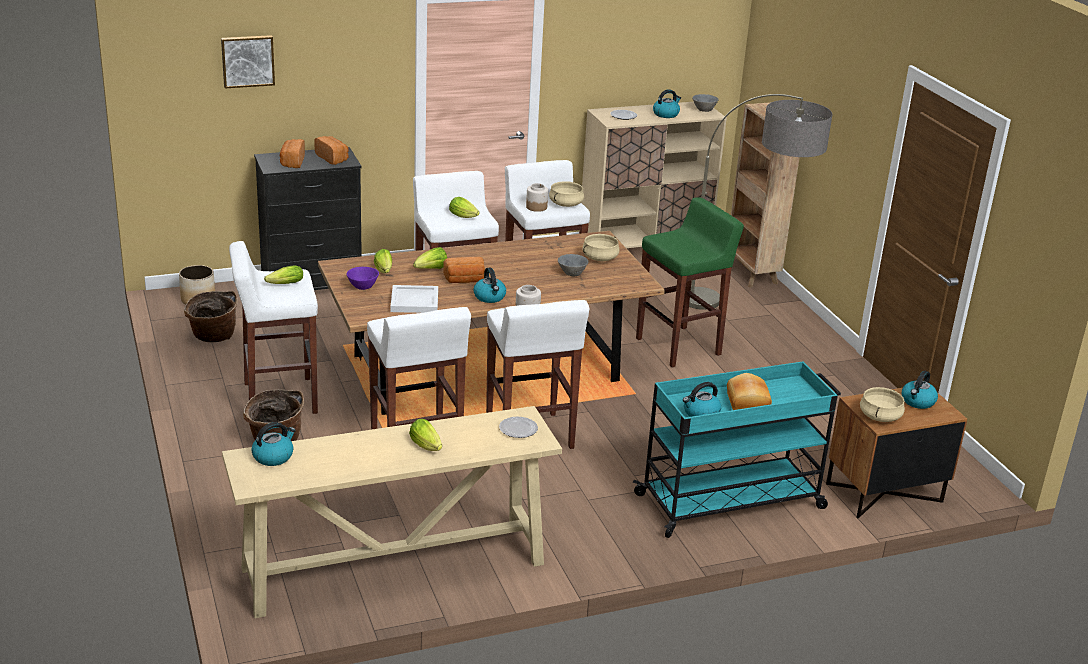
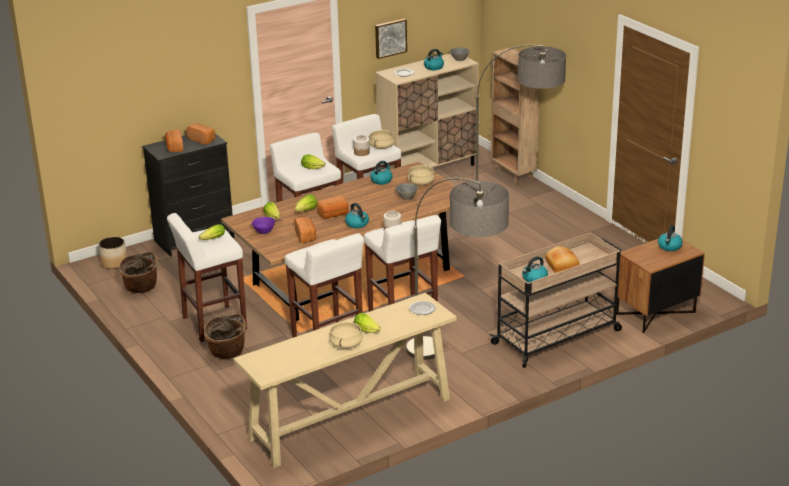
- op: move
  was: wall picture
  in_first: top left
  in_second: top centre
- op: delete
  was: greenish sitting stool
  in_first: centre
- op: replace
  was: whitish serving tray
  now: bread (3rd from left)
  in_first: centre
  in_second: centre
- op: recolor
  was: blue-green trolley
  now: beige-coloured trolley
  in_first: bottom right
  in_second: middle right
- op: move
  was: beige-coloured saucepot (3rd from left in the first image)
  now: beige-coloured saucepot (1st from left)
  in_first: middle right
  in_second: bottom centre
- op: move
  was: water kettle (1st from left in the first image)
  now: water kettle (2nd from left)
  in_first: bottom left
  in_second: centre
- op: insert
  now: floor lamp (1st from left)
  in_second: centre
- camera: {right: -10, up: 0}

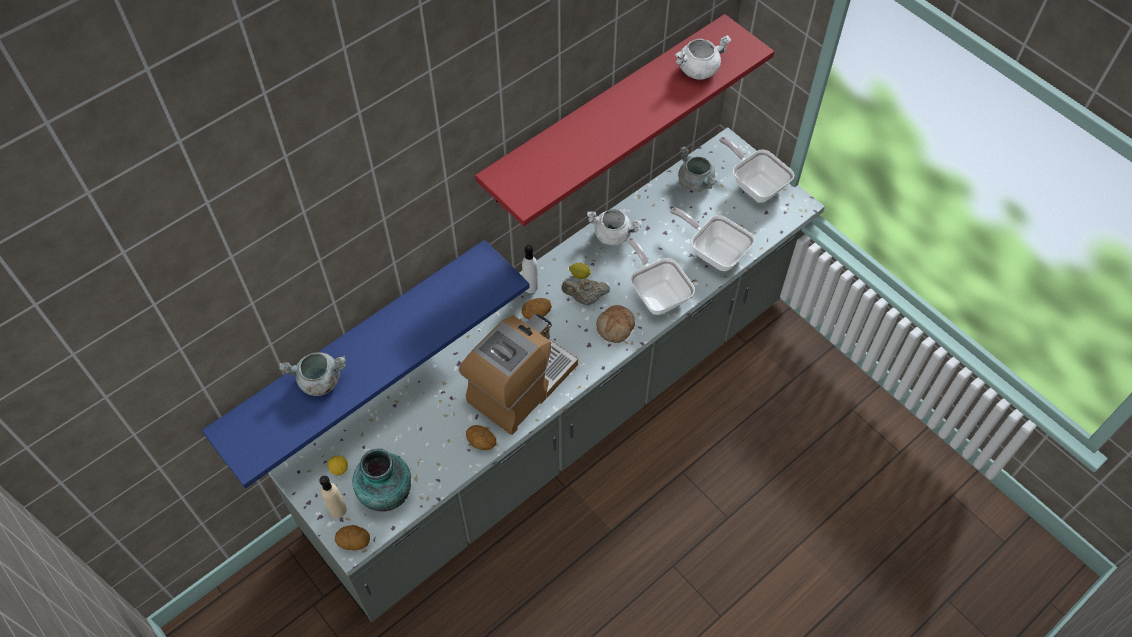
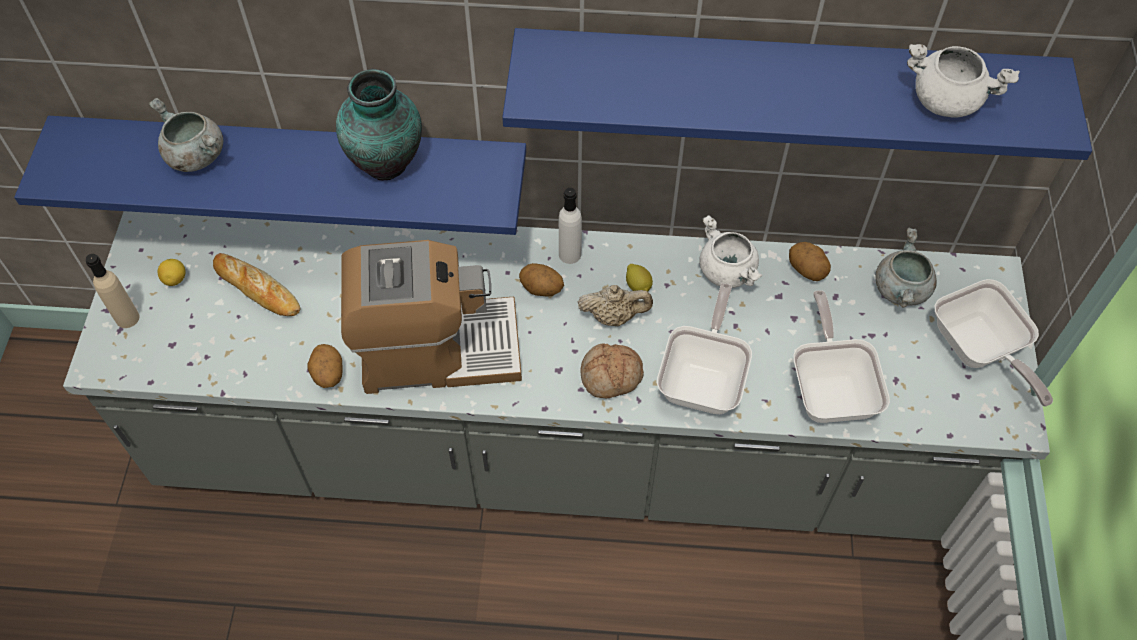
- op: recolor
  was: red bracket shelf
  now: blue bracket shelf (2nd from left)
  in_first: top centre
  in_second: top right
- op: rotate
  was: skillet (3rd from left)
  in_first: top right
  in_second: middle right
  clockwise: 150
- op: rotate
  was: beige-coloured tea pot
  in_first: centre
  in_second: centre
  clockwise: 135
- op: move
  was: vase
  in_first: bottom centre
  in_second: top centre
- op: move
  was: whole potato (1st from left in the first image)
  now: whole potato (3rd from left)
  in_first: bottom left
  in_second: middle right
- op: insert
  now: bread (1st from left)
  in_second: middle left
- camera: {right: 45, up: 0}

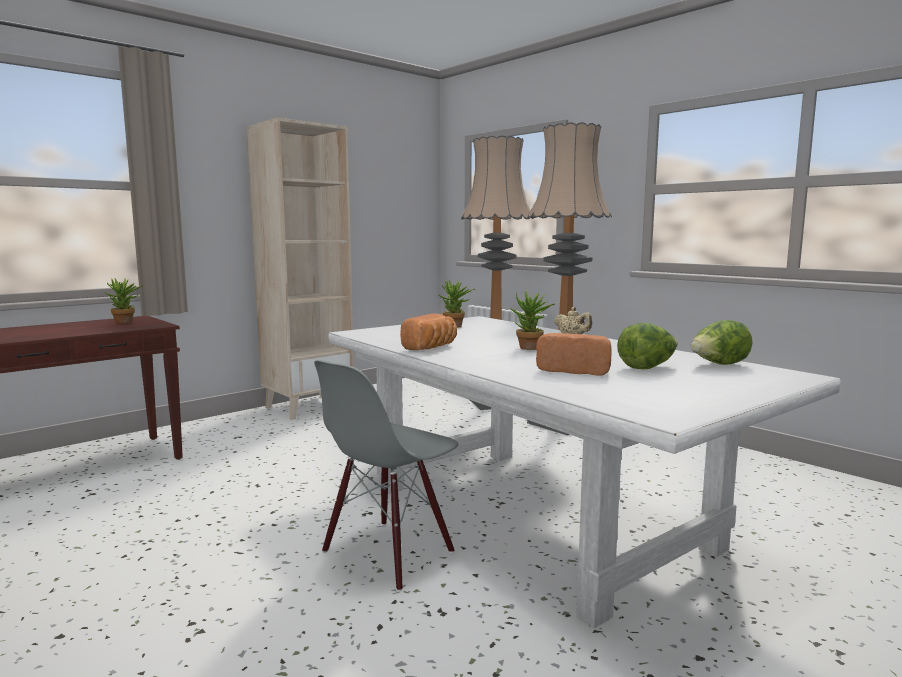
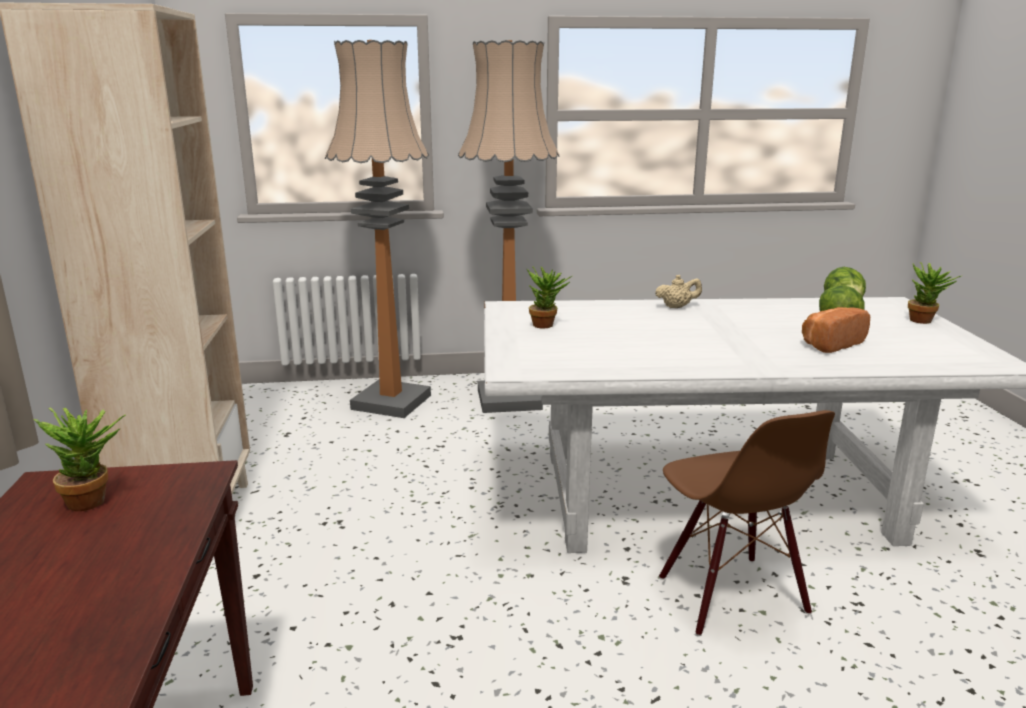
- op: move
  was: potted plant (3rd from left)
  in_first: centre
  in_second: middle right
- op: delete
  was: bread (1st from left)
  in_first: centre
- op: recolor
  was: gray plain chair
  now: brownish plain chair
  in_first: bottom centre
  in_second: bottom right
- camera: {right: -55, up: 10}

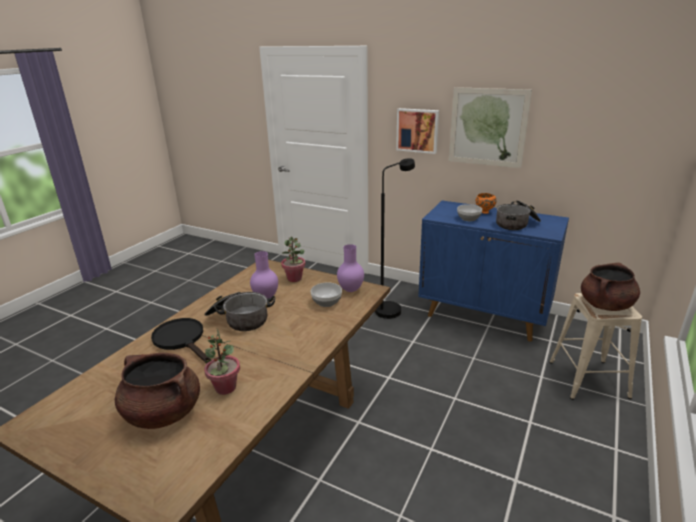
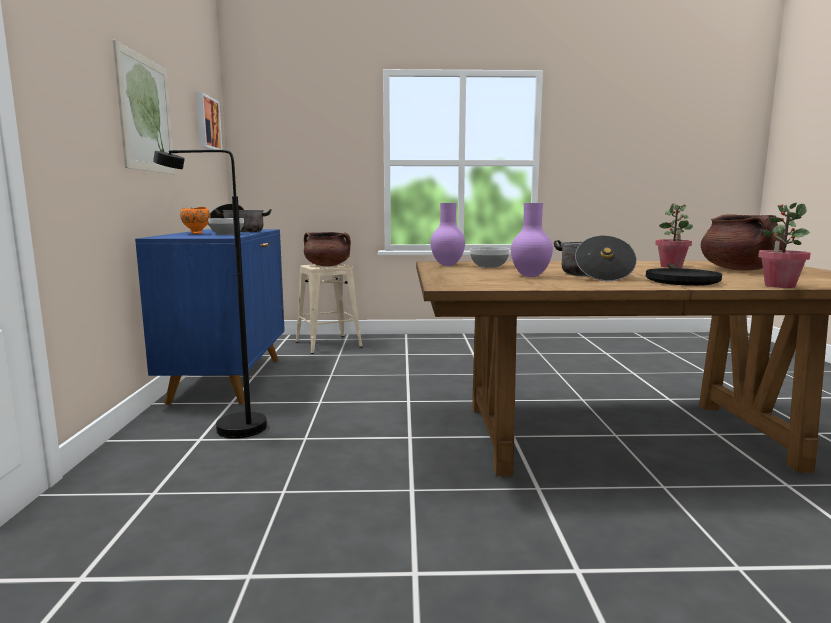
- op: move
  was: wall picture (1st from left in the first image)
  now: wall picture (2nd from left)
  in_first: top centre
  in_second: top left
- op: move
  was: potted plant (2nd from left)
  in_first: centre
  in_second: middle right
- camera: {right: -120, up: -15}

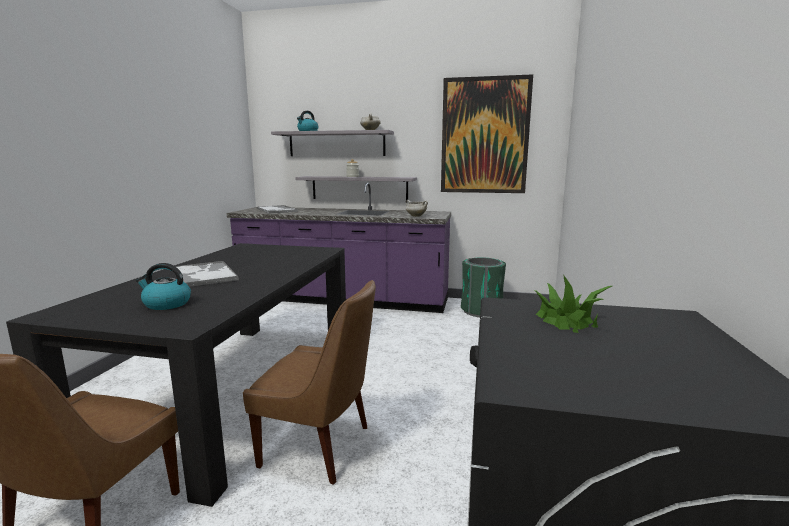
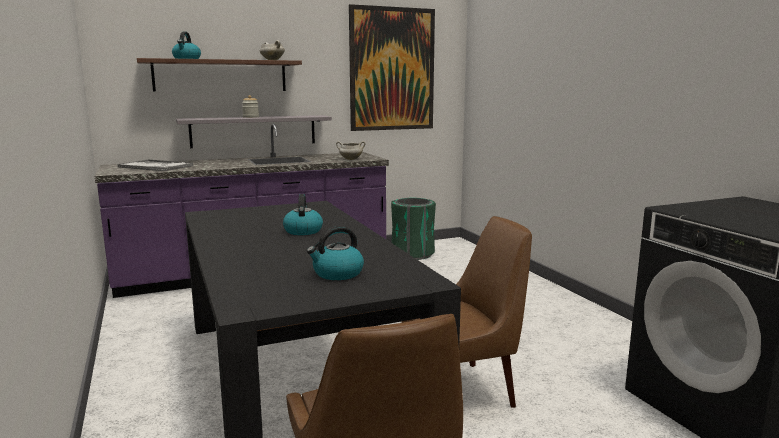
- op: recolor
  was: gray bracket shelf (1st from left)
  now: brownish bracket shelf
  in_first: top centre
  in_second: top left
- op: delete
  was: serving tray (1st from left)
  in_first: middle left
- op: delete
  was: potted plant
  in_first: middle right
- op: insert
  now: water kettle (2nd from left)
  in_second: centre
- camera: {right: -35, up: 0}

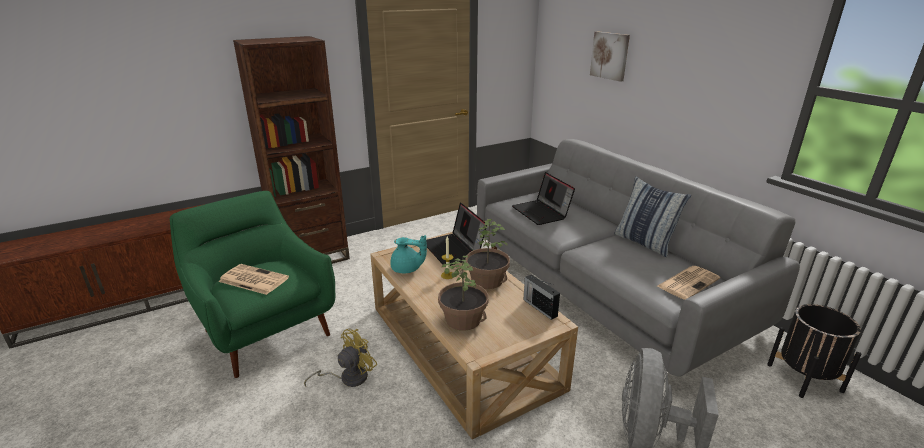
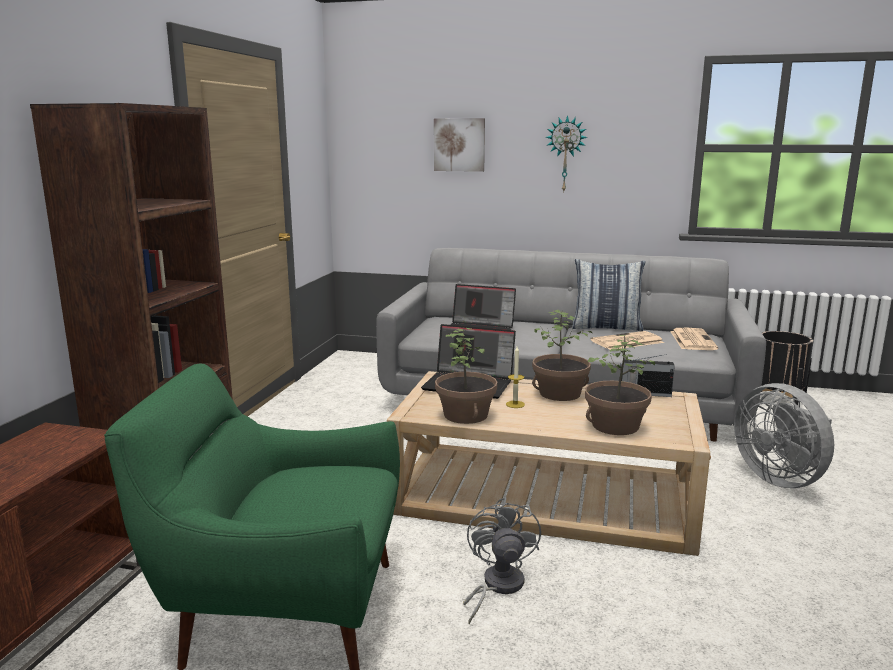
- op: replace
  was: blue-green tea pot
  now: potted plant (1st from left)
  in_first: centre
  in_second: centre
- op: move
  was: daily paper (1st from left)
  in_first: middle left
  in_second: middle right
- op: recolor
  was: yellowish electric fan
  now: gray electric fan (1st from left)
  in_first: bottom centre
  in_second: bottom centre
- op: insert
  now: wall clock
  in_second: top centre
- camera: {right: -45, up: -10}

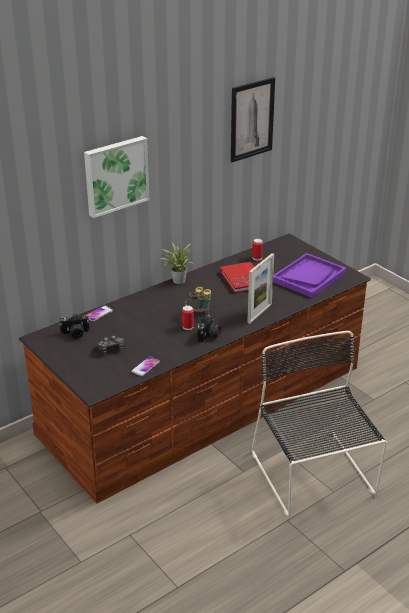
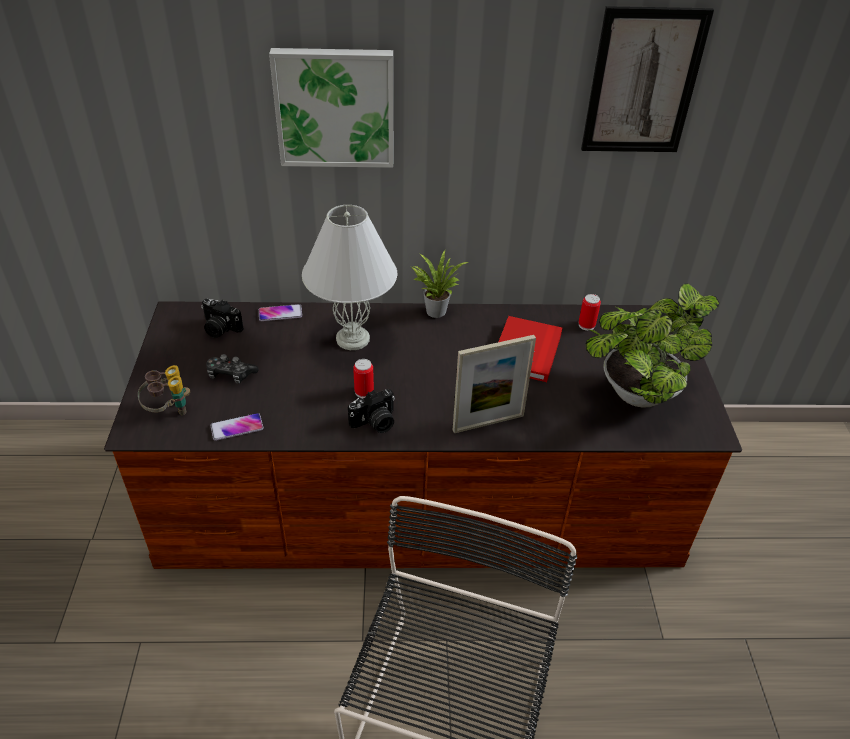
- op: replace
  was: purplish serving tray
  now: potted plant (2nd from left)
  in_first: middle right
  in_second: middle right
- op: move
  was: field glasses
  in_first: centre
  in_second: middle left
- op: insert
  now: whitish table lamp
  in_second: centre
- camera: {right: 35, up: 10}

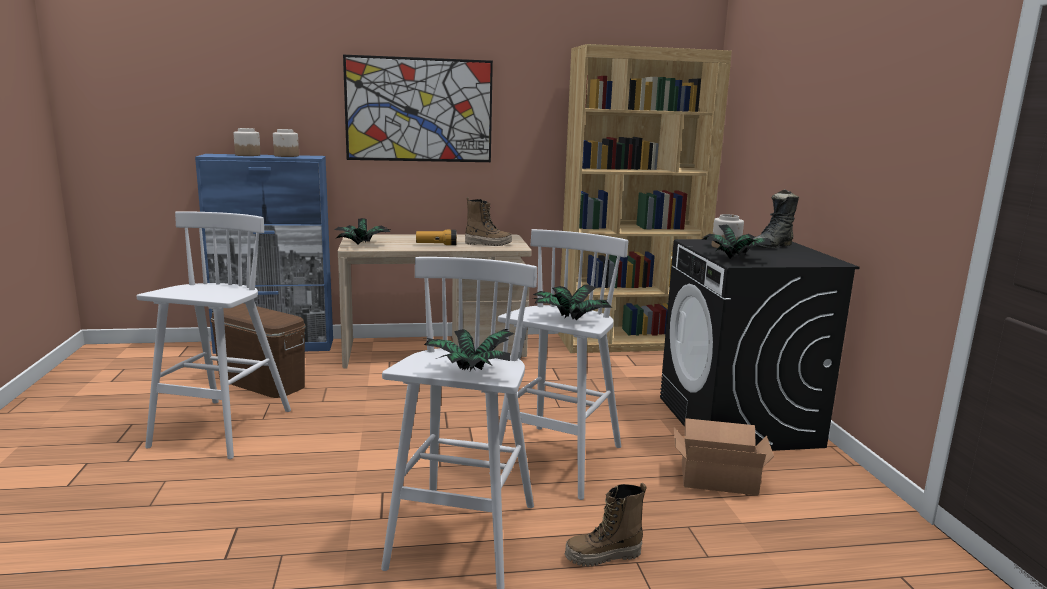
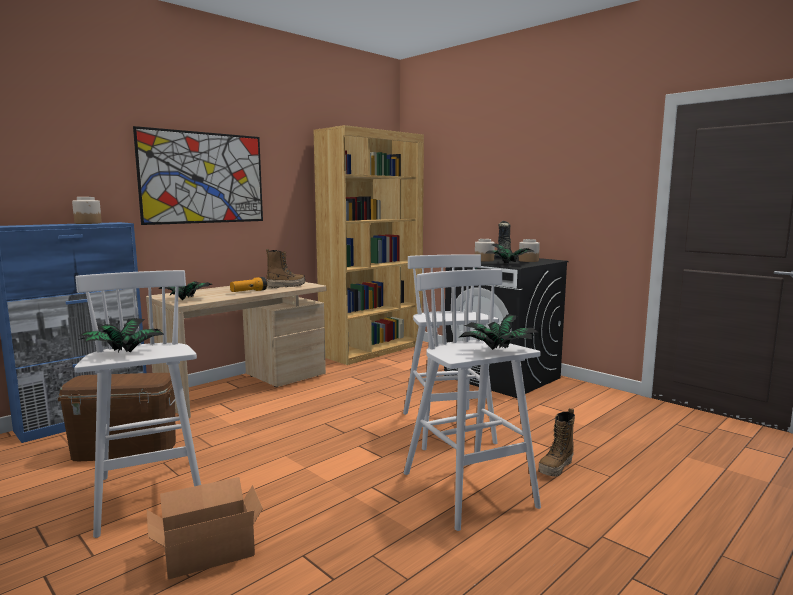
- op: move
  was: storage jar (1st from left in the first image)
  now: storage jar (3rd from left)
  in_first: top left
  in_second: middle right
- op: move
  was: potted plant (3rd from left in the first image)
  now: potted plant (1st from left)
  in_first: centre
  in_second: middle left
- op: move
  was: carton
  in_first: bottom right
  in_second: bottom left
- camera: {right: -35, up: -5}

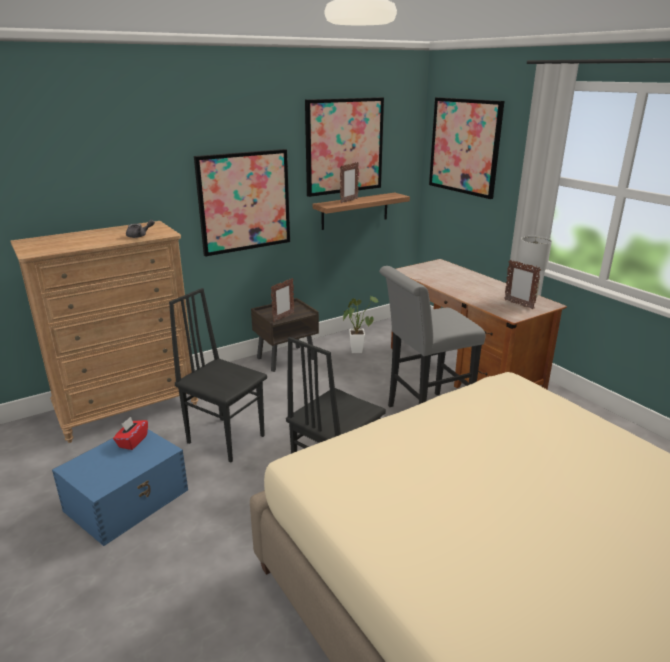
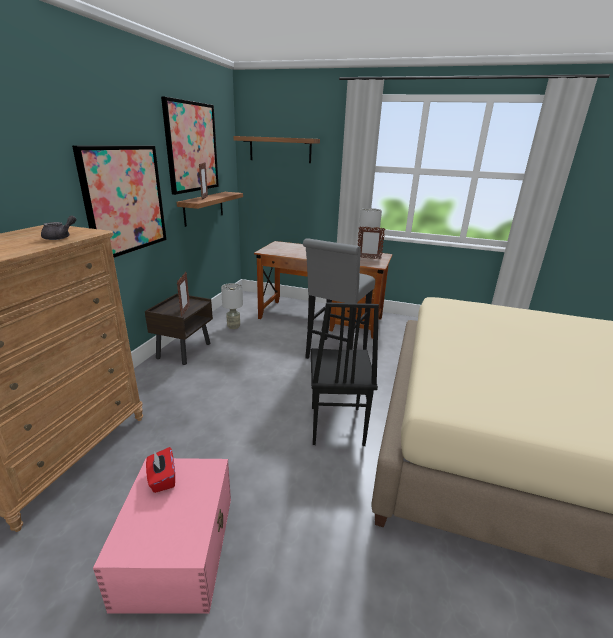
- op: replace
  was: wall picture (3rd from left)
  now: bracket shelf (2nd from left)
  in_first: top right
  in_second: top centre
- op: delete
  was: black plain chair (1st from left)
  in_first: middle left
- op: replace
  was: potted plant
  now: gray table lamp (1st from left)
  in_first: centre
  in_second: centre
- op: recolor
  was: blue storage box
  now: pinkish storage box
  in_first: bottom left
  in_second: bottom left
- camera: {right: -40, up: 0}

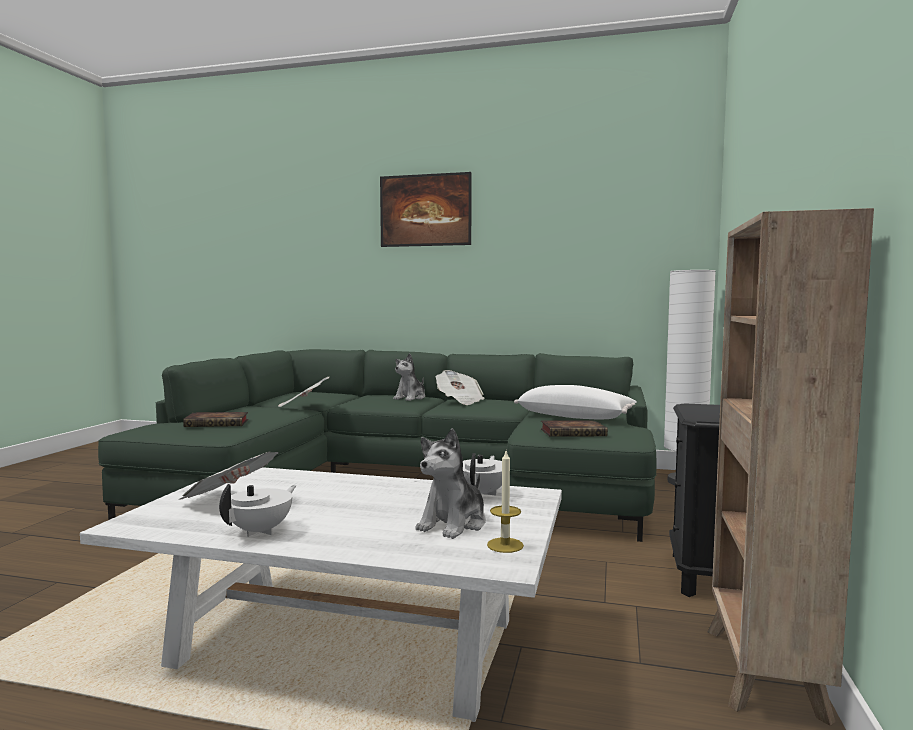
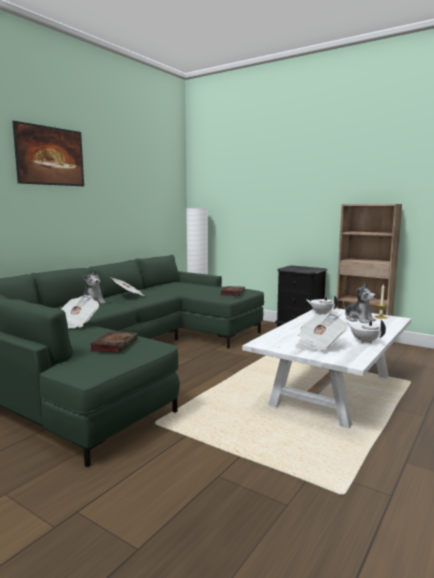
- op: delete
  was: whitish cushion
  in_first: centre
- camera: {right: -70, up: 5}

